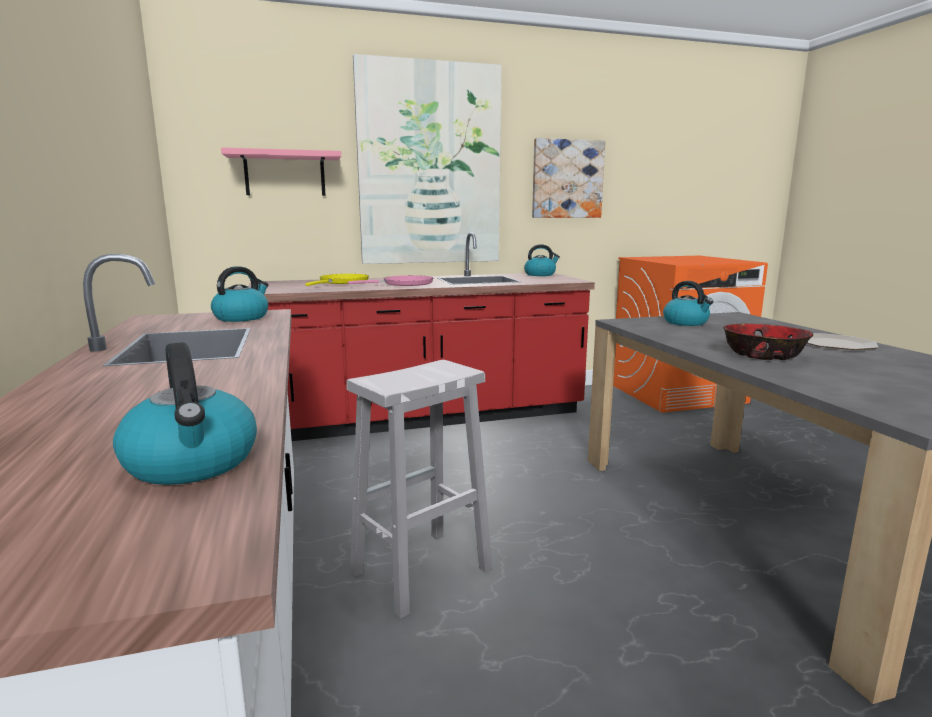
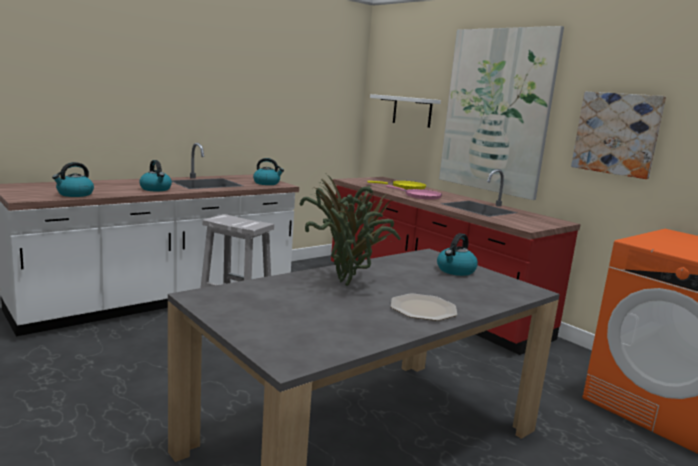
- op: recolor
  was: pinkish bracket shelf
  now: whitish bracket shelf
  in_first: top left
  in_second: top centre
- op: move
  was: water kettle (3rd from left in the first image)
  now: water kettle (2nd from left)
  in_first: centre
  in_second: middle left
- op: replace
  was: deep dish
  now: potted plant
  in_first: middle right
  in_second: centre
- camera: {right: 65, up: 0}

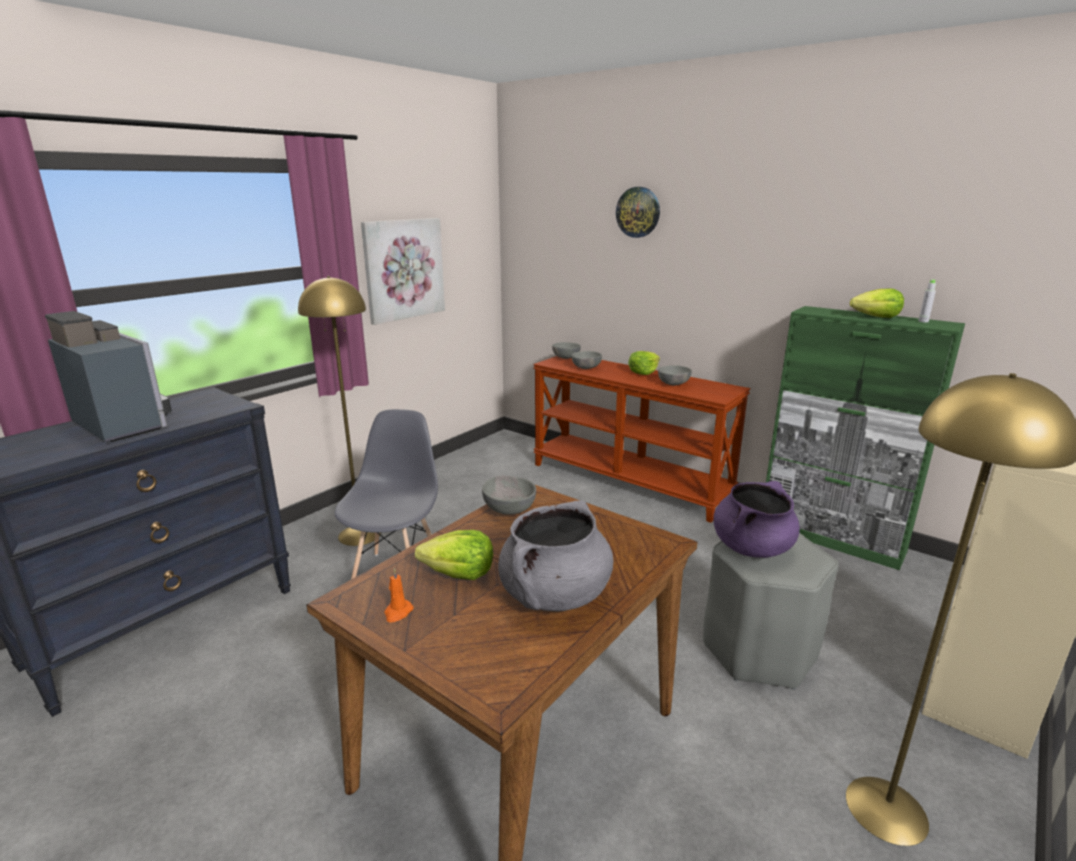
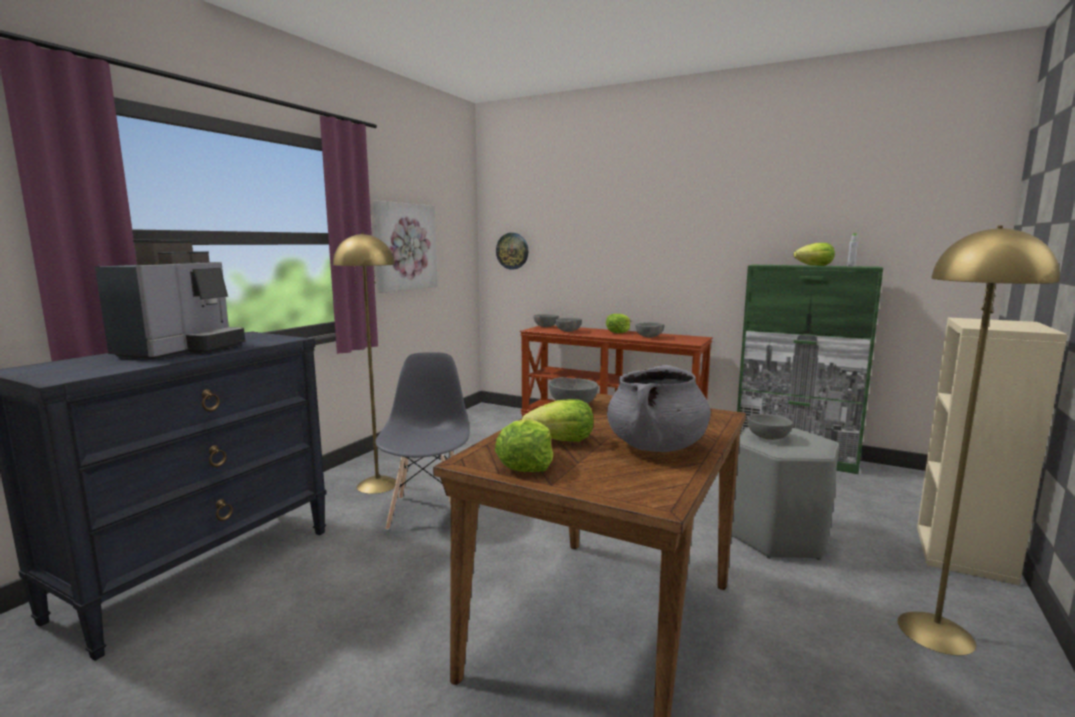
- op: move
  was: wall clock
  in_first: top centre
  in_second: centre
- op: rotate
  was: coffee brewer
  in_first: middle left
  in_second: middle left
  clockwise: 75
- op: replace
  was: purplish saucepot
  now: gray deep dish (5th from left)
  in_first: middle right
  in_second: middle right
- op: replace
  was: orange wax light
  now: lettuce head (1st from left)
  in_first: bottom centre
  in_second: centre
- camera: {right: -10, up: -10}

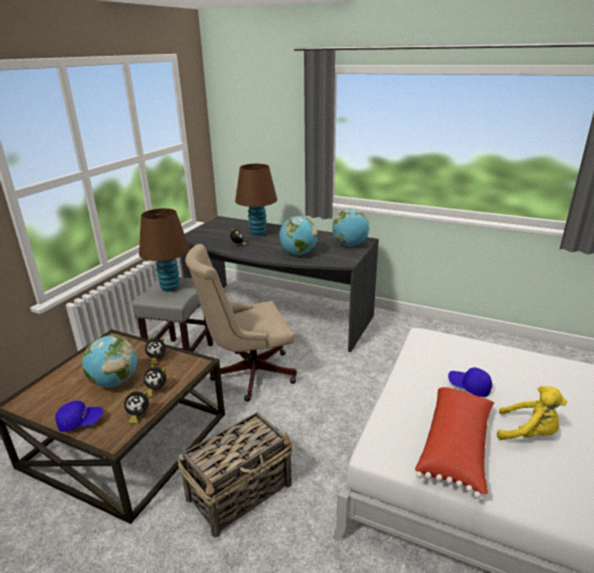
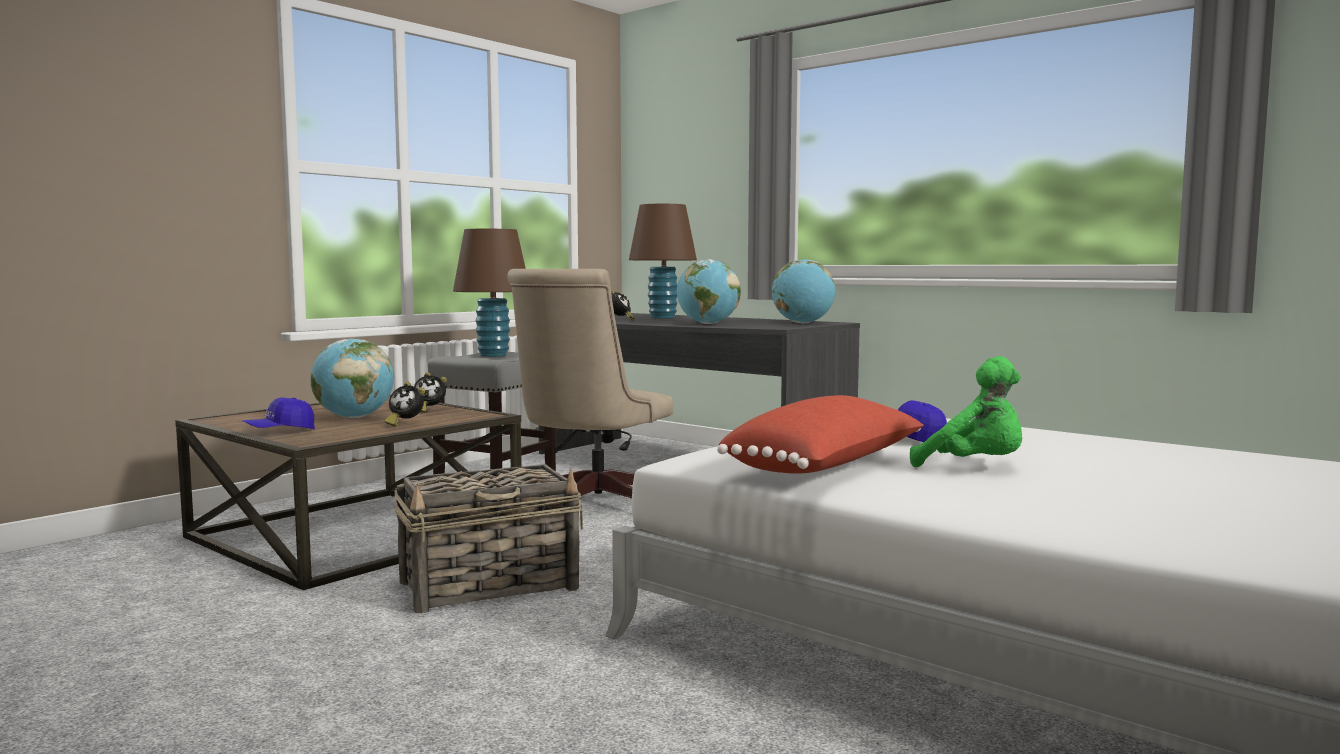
- op: rotate
  was: beige-coloured office chair
  in_first: centre
  in_second: centre
  clockwise: -60
- op: recolor
  was: yellowish plush toy
  now: greenish plush toy
  in_first: bottom right
  in_second: middle right
- op: delete
  was: table clock (1st from left)
  in_first: bottom left
- op: rotate
  was: blue peaked cap (1st from left)
  in_first: bottom left
  in_second: middle left
  clockwise: 135
- camera: {right: 15, up: -20}

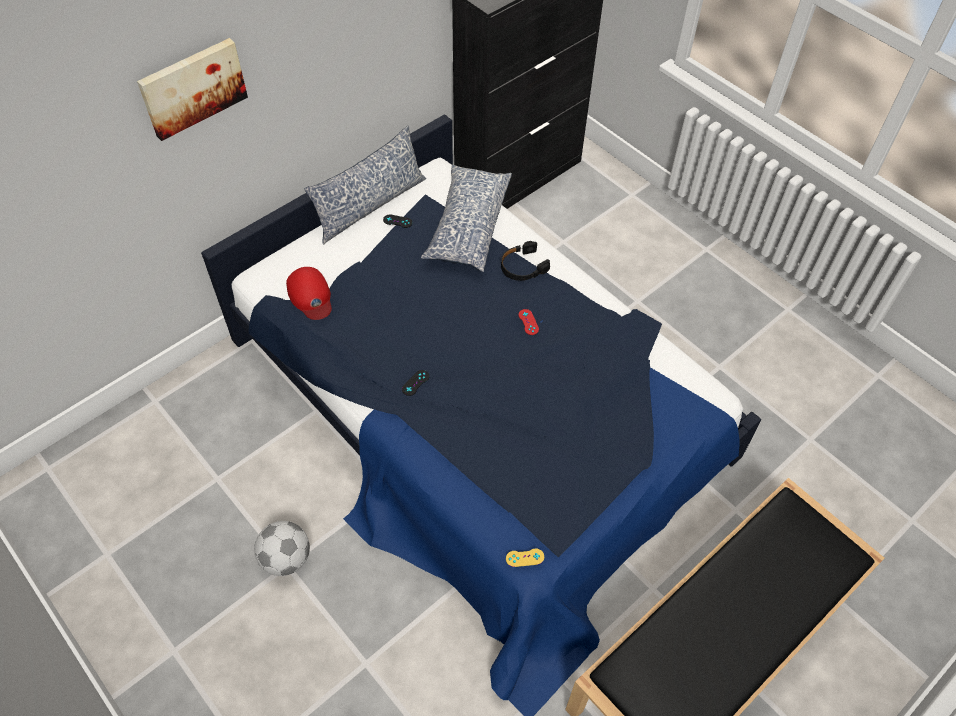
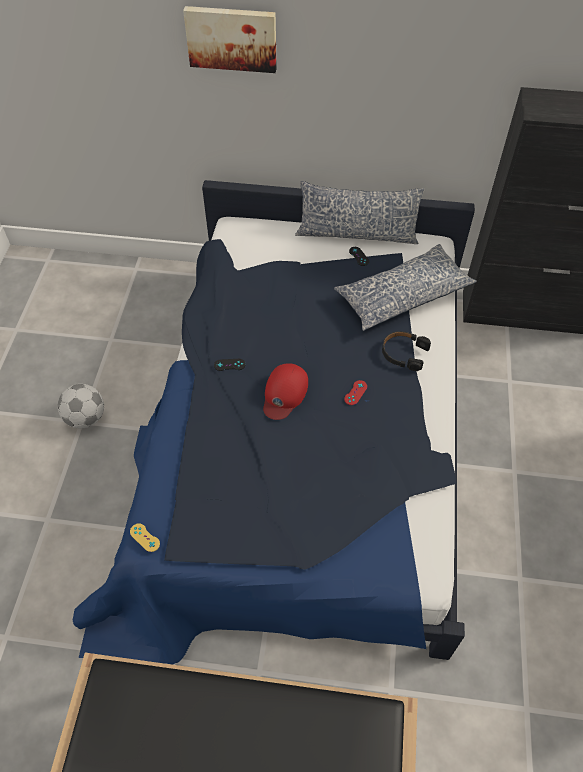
- op: move
  was: red peaked cap
  in_first: middle left
  in_second: centre
- camera: {right: 50, up: 0}

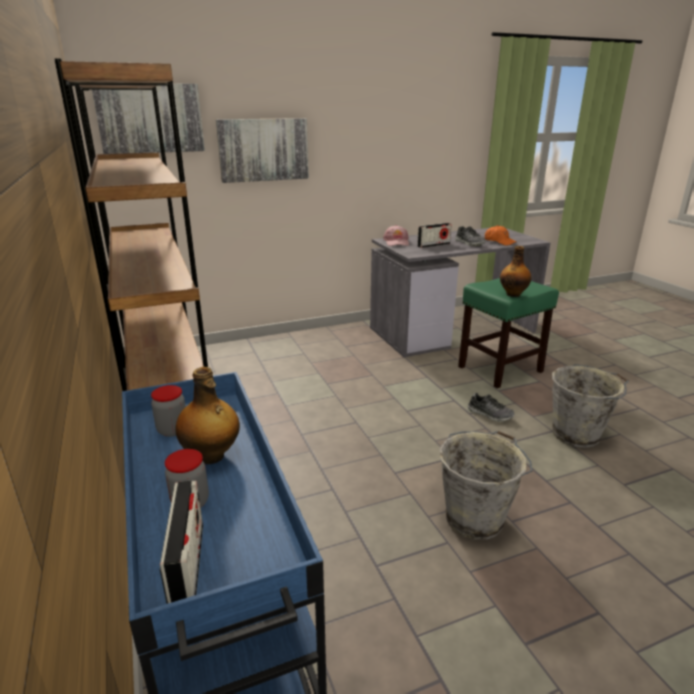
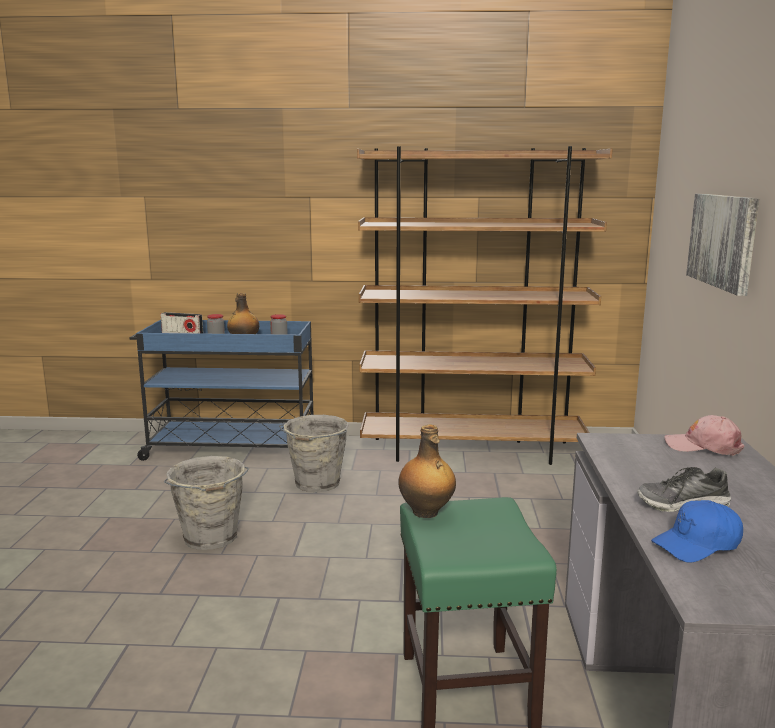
- op: delete
  was: wall picture (1st from left)
  in_first: top left
- op: delete
  was: radio set (2nd from left)
  in_first: centre
- op: recolor
  was: orange peaked cap
  now: blue peaked cap
  in_first: middle right
  in_second: bottom right
- op: move
  was: gray bucket (2nd from left)
  in_first: middle right
  in_second: centre
- op: delete
  was: low shoe (2nd from left)
  in_first: middle right
- camera: {right: 115, up: -10}

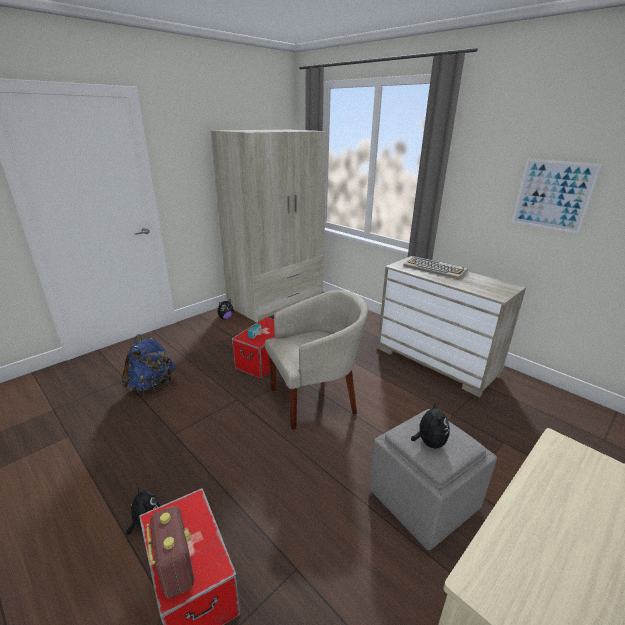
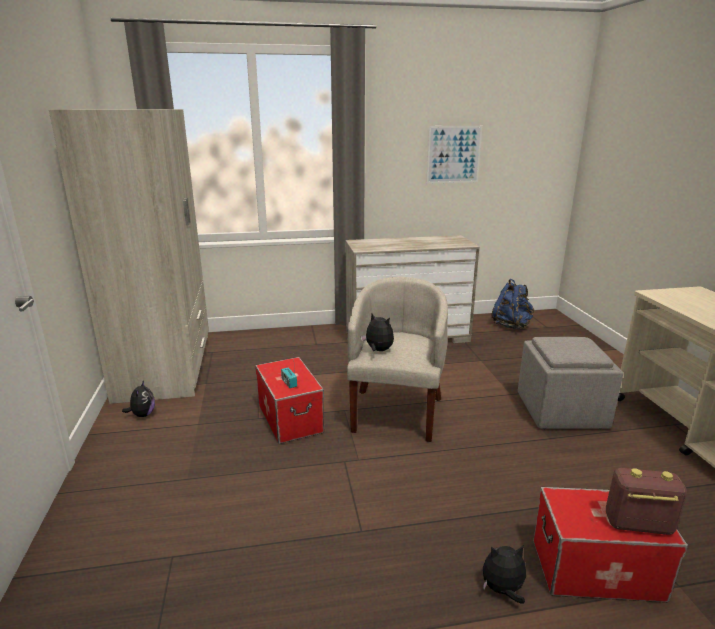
- op: delete
  was: computer keyboard
  in_first: middle right
- op: move
  was: blue backpack
  in_first: middle left
  in_second: middle right
- op: move
  was: plush toy (3rd from left in the first image)
  now: plush toy (2nd from left)
  in_first: bottom right
  in_second: centre
- camera: {right: -55, up: -5}

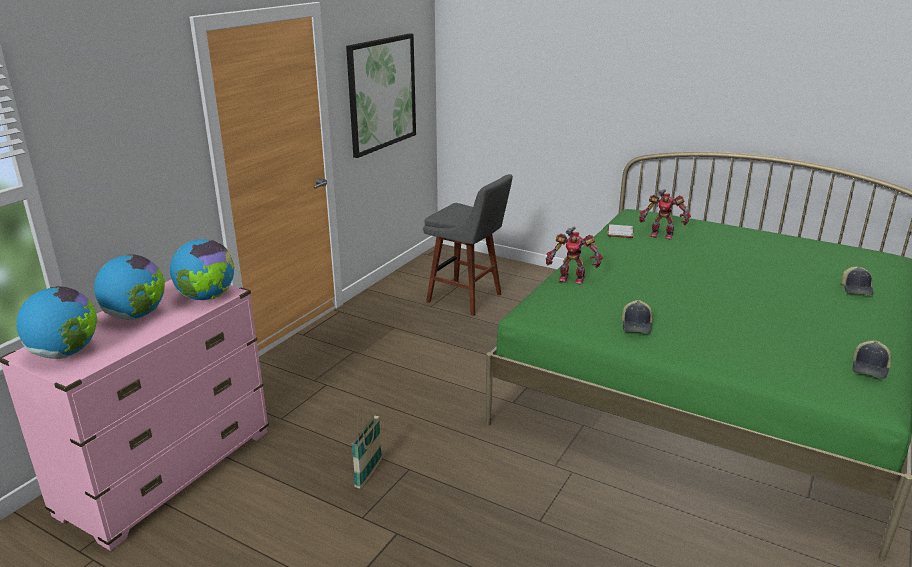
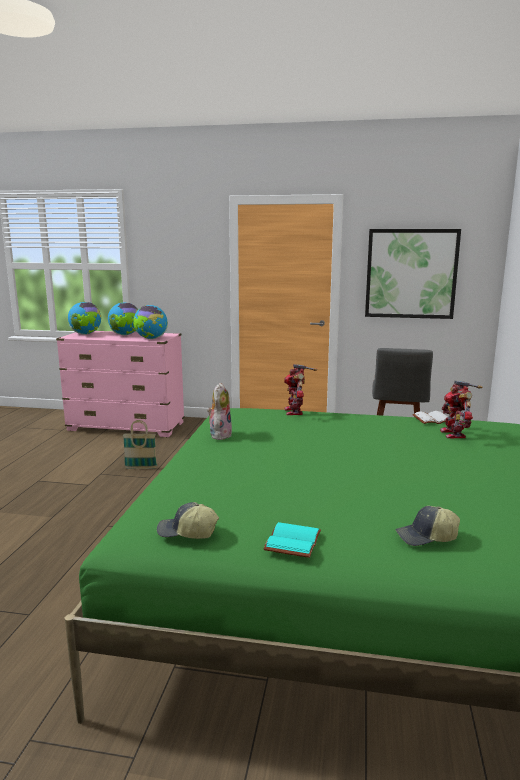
- op: replace
  was: peaked cap (1st from left)
  now: plush toy
  in_first: middle right
  in_second: centre
- op: insert
  now: blue-green bound book
  in_second: bottom centre
- camera: {right: 70, up: -10}

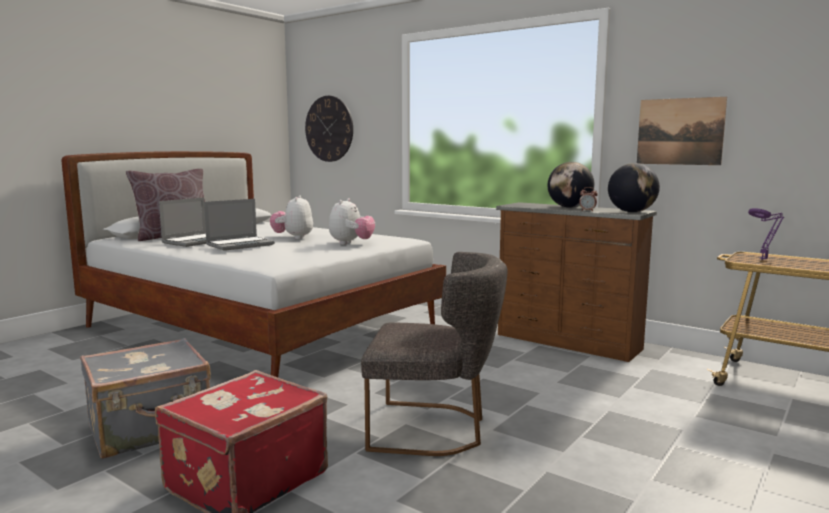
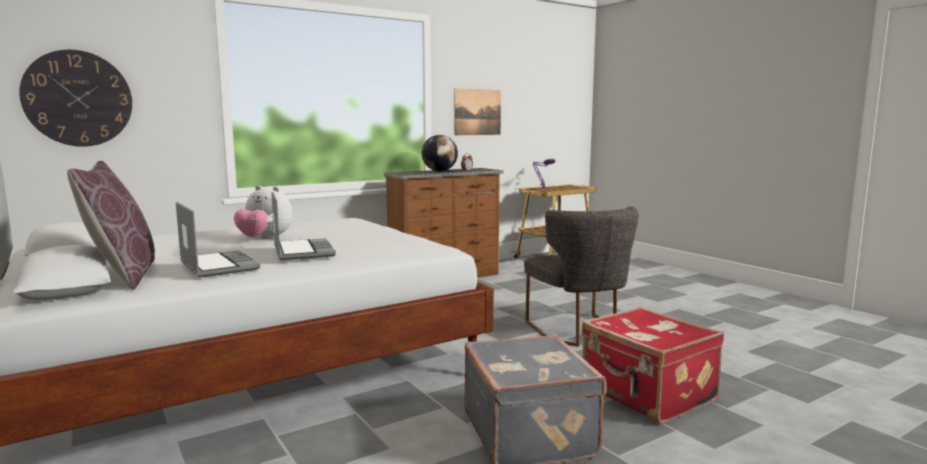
- op: delete
  was: world globe (2nd from left)
  in_first: middle right
- op: delete
  was: plush toy (2nd from left)
  in_first: centre
- op: rotate
  was: gray plain chair
  in_first: bottom centre
  in_second: centre
  clockwise: 135
- camera: {right: -70, up: 0}

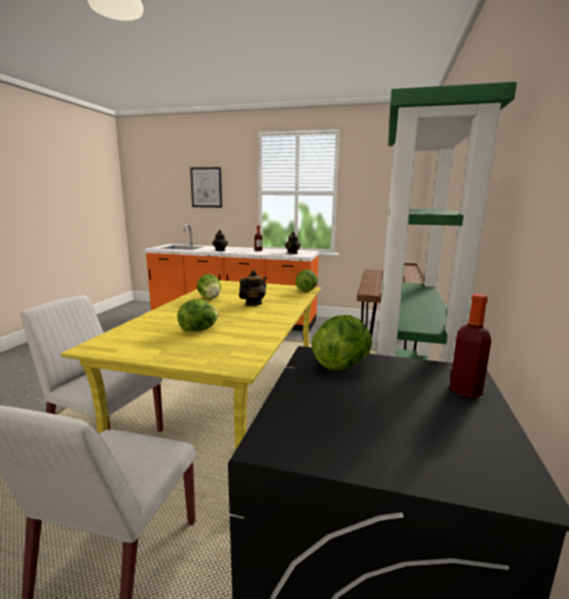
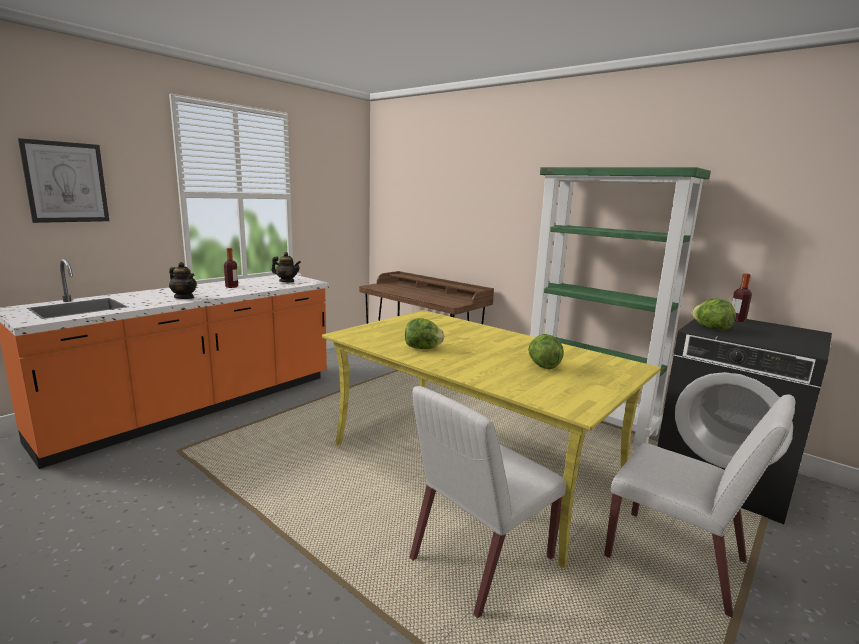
- op: delete
  was: lettuce head (3rd from left)
  in_first: centre
- op: delete
  was: tea pot (2nd from left)
  in_first: centre
- camera: {right: -65, up: 0}

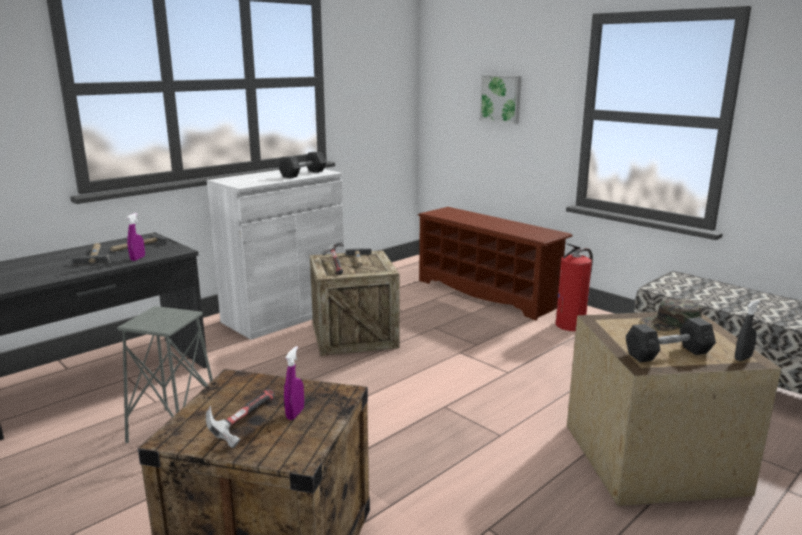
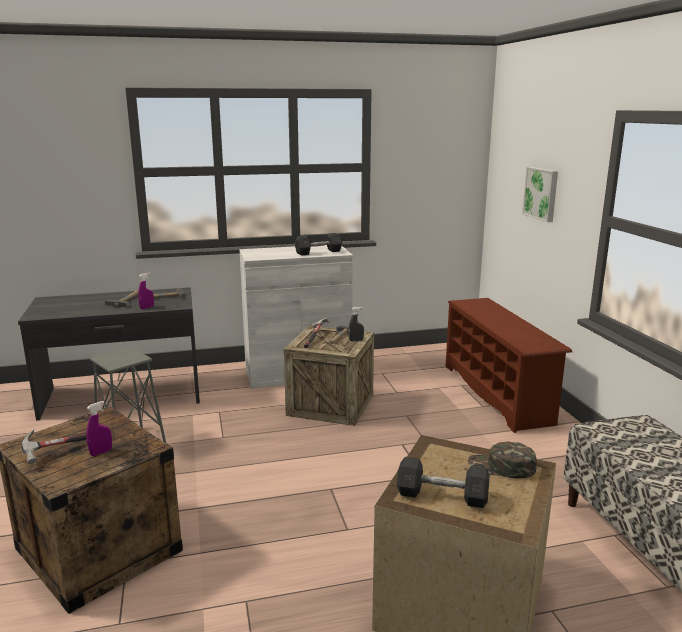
- op: delete
  was: fire-fighting cylinder
  in_first: middle right
- op: move
  was: gray sprayer
  in_first: middle right
  in_second: centre
- camera: {right: 30, up: 0}

